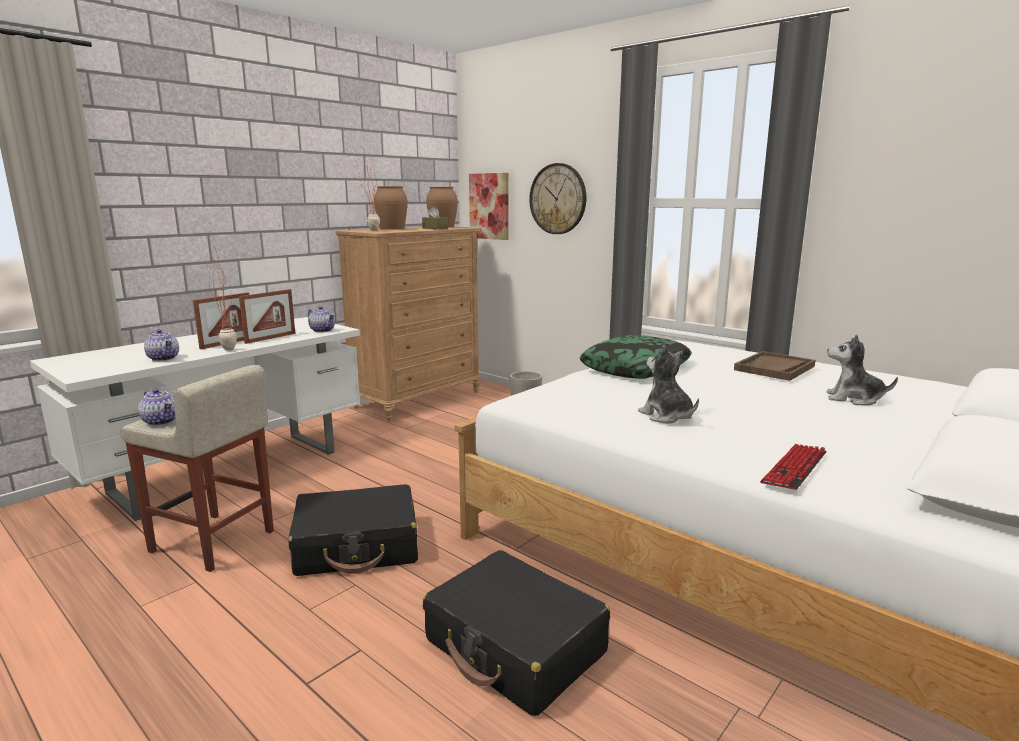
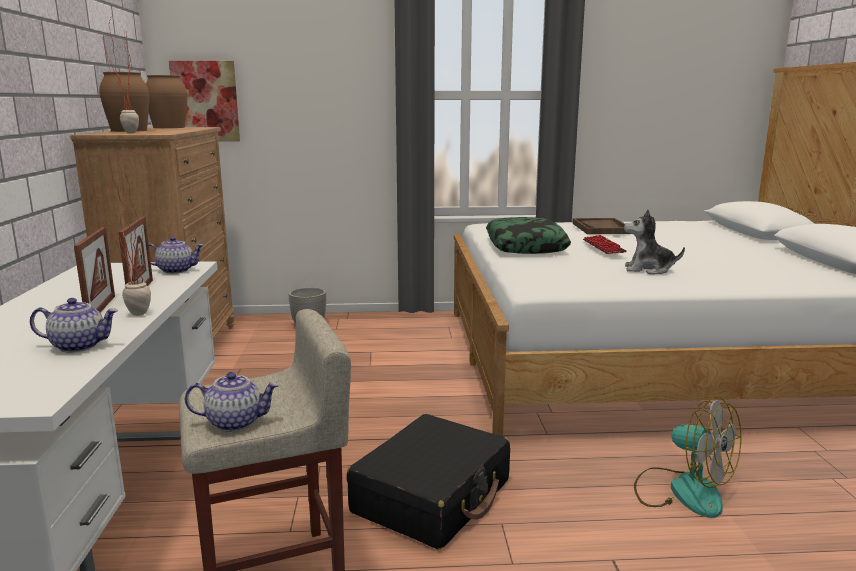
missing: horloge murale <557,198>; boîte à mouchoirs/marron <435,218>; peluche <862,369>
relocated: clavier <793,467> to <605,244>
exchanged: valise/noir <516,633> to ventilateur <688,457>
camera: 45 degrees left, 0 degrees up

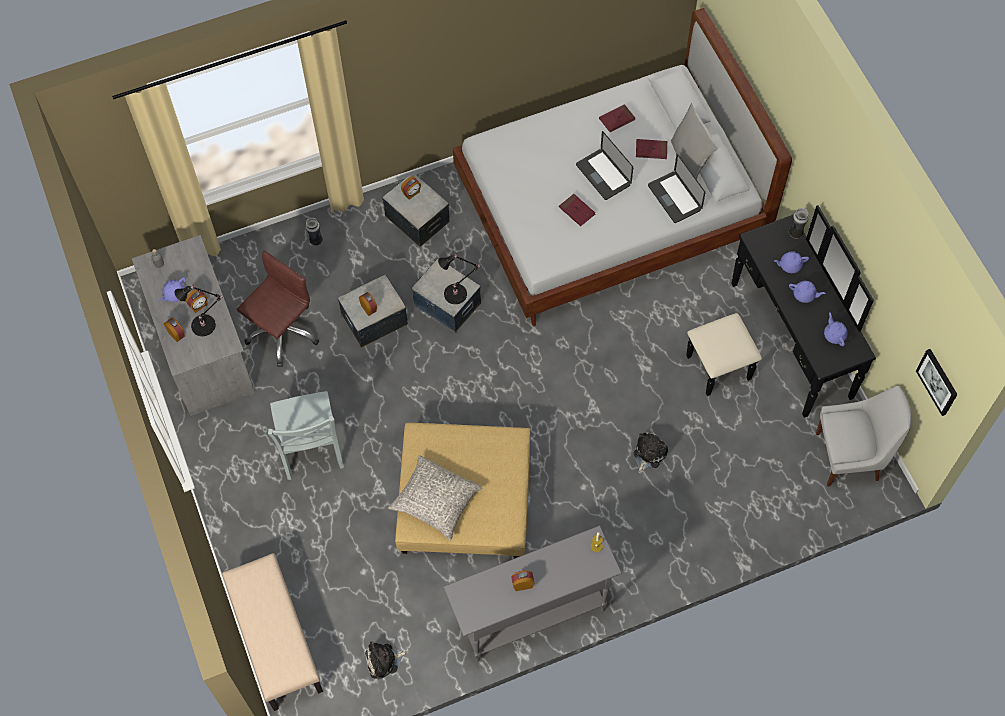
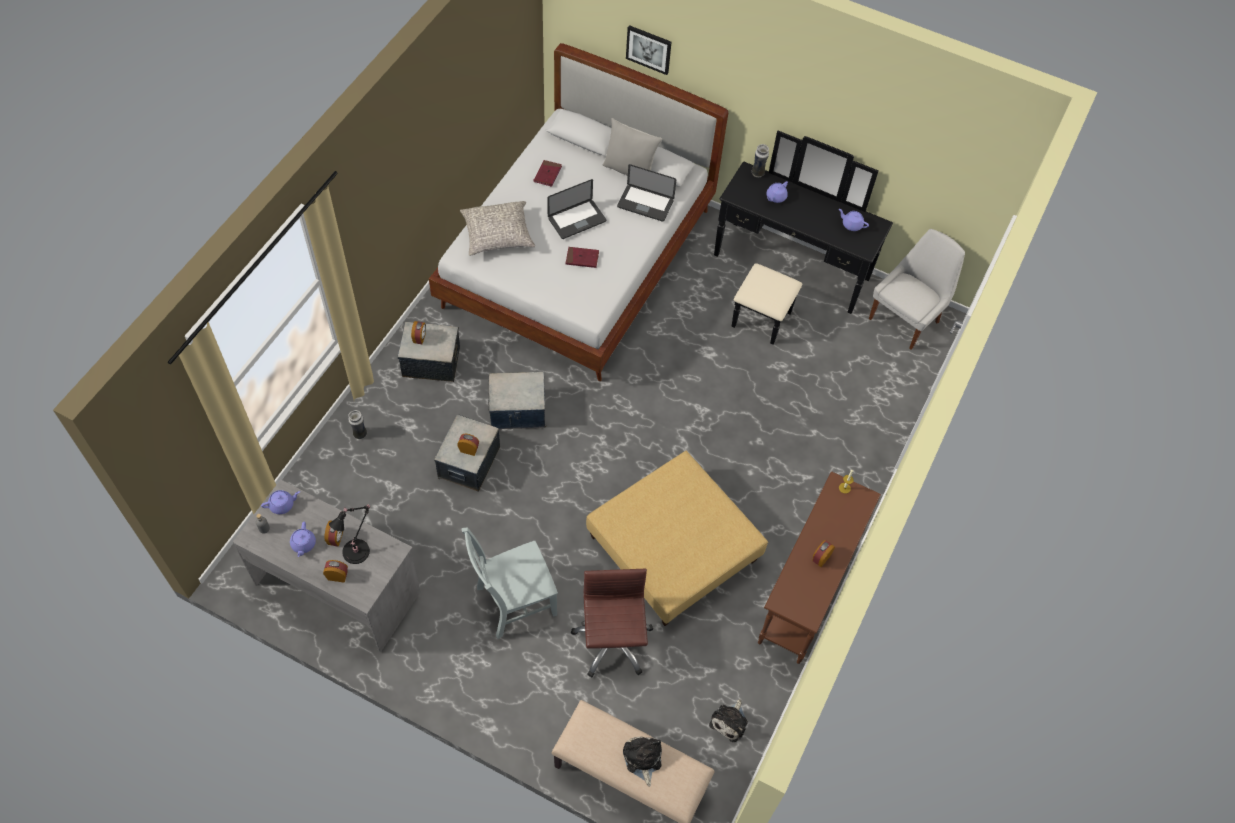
missing: livre/rouge <651,149>; lampe de table/noir <459,279>
relocated: chaise de bureau/marron <278,309> to <612,623>; théière/violet <807,292> to <280,502>; tableau <937,382> to <648,50>; peluche <650,453> to <642,762>; coussin/gris <435,498> to <497,228>
colour: table console/gris <532,593> to table console/marron <819,567>
spun: ordinateur portable <604,165> = <576,209> 45 degrees counterclockwise; chaise/gris <306,435> = <510,583> 120 degrees clockwise
camera: 45 degrees left, 5 degrees down

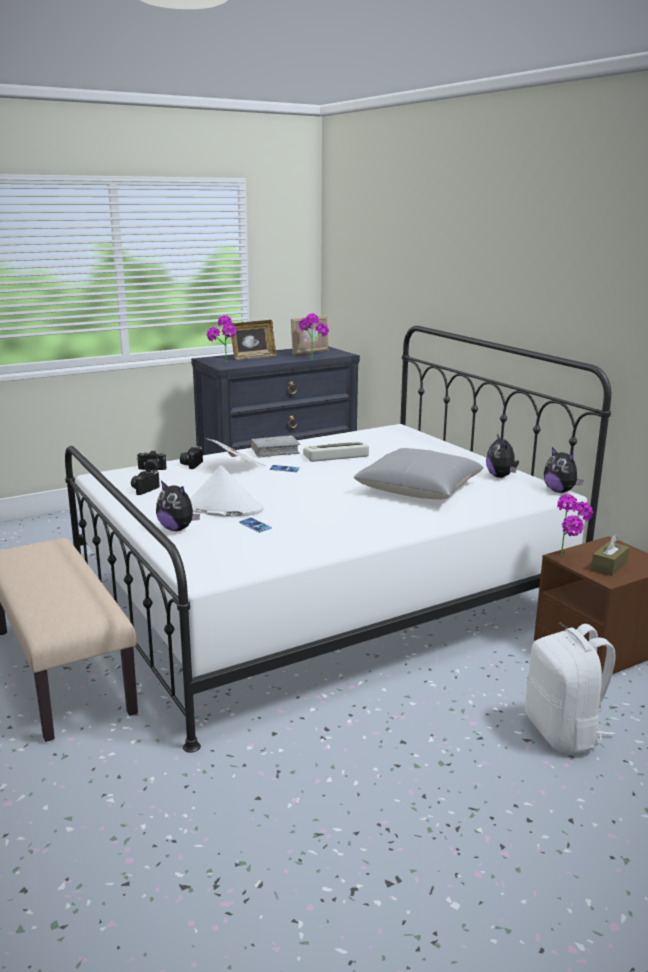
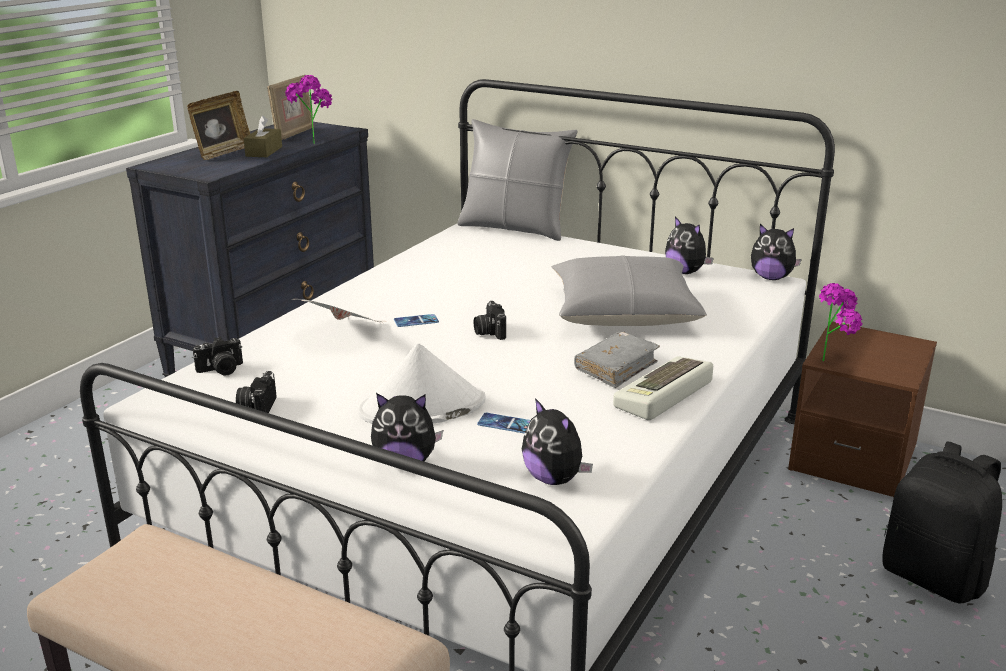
missing: plante en pot <222,338>
appeared: coussin/gris <517,180>; peluche <557,441>
relocated: livre/gris <275,446> to <617,359>; clavier <336,452> to <663,388>; appareil photo <191,457> to <490,320>; boîte à mouchoirs/marron <610,555> to <263,136>
colour: sac à dos/blanc <570,689> to sac à dos/noir <942,522>
camera: 30 degrees left, 5 degrees up

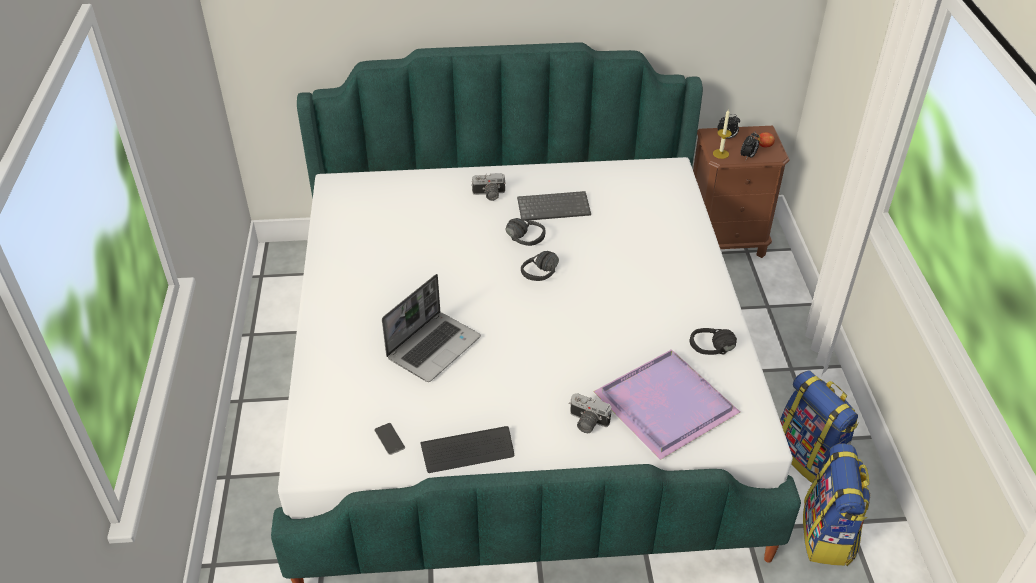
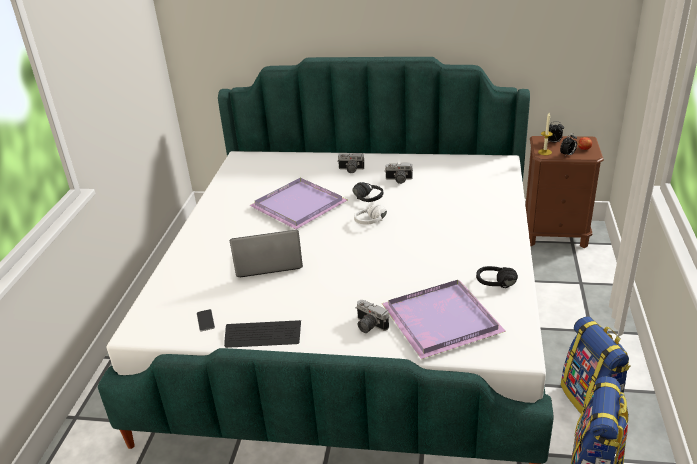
appeared: plateau/violet <298,203>
exchanged: clavier <554,206> to appareil photo <399,173>
colour: casque audio/noir <540,266> to casque audio/blanc <370,214>
spun: ordinateur portable <431,328> = <266,253> 150 degrees counterclockwise
camera: 15 degrees right, 10 degrees down

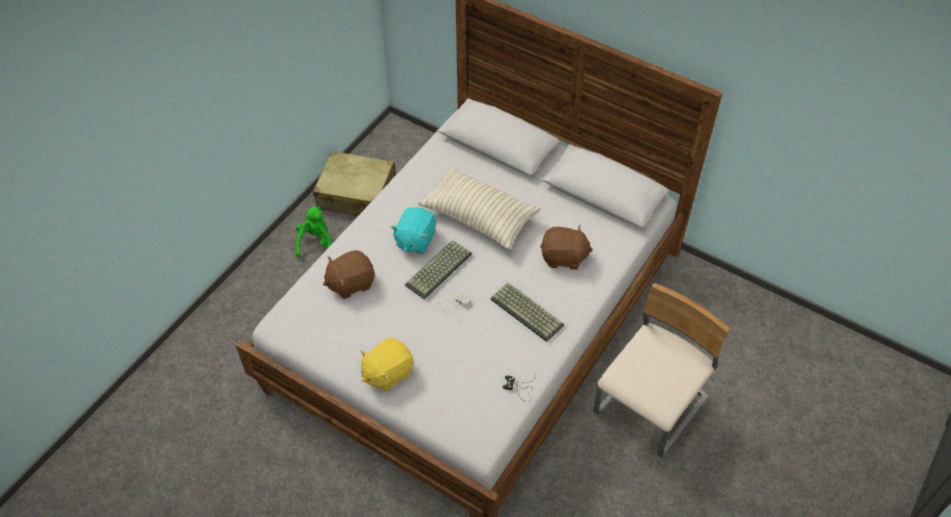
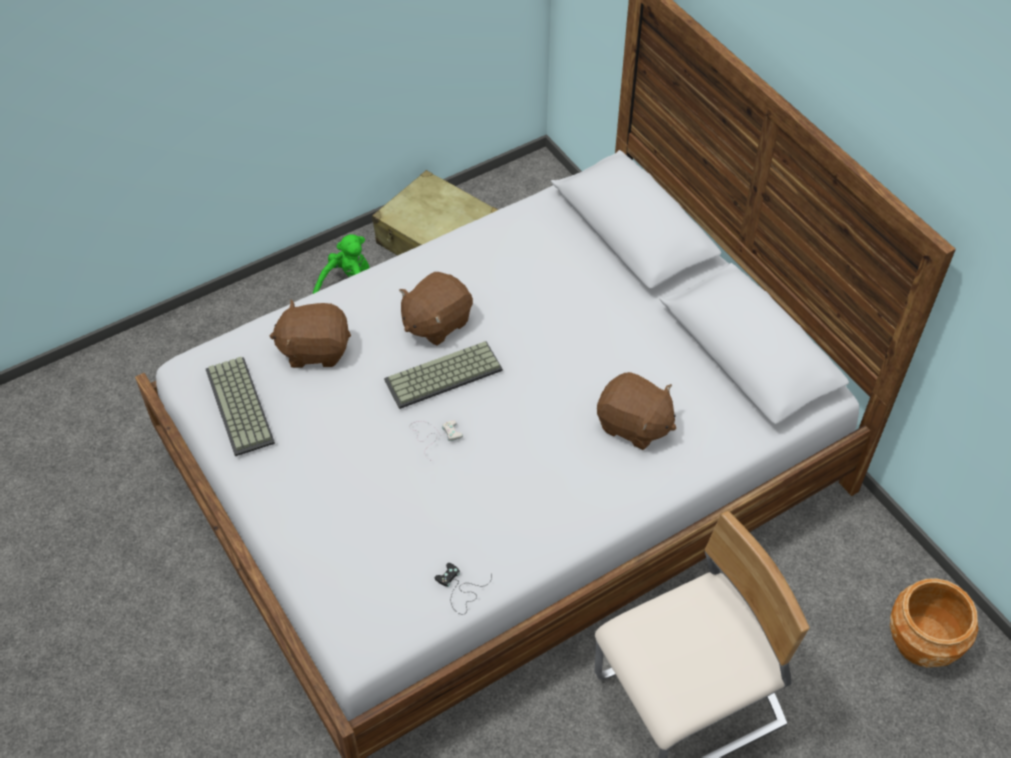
missing: coussin <479,208>; peluche/jaune <387,365>
appeared: cache-pot/marron <934,623>
relocated: clavier <527,312> to <240,406>
colour: peluche/turquoise <413,230> to peluche/marron <436,309>
camera: 25 degrees right, 0 degrees up

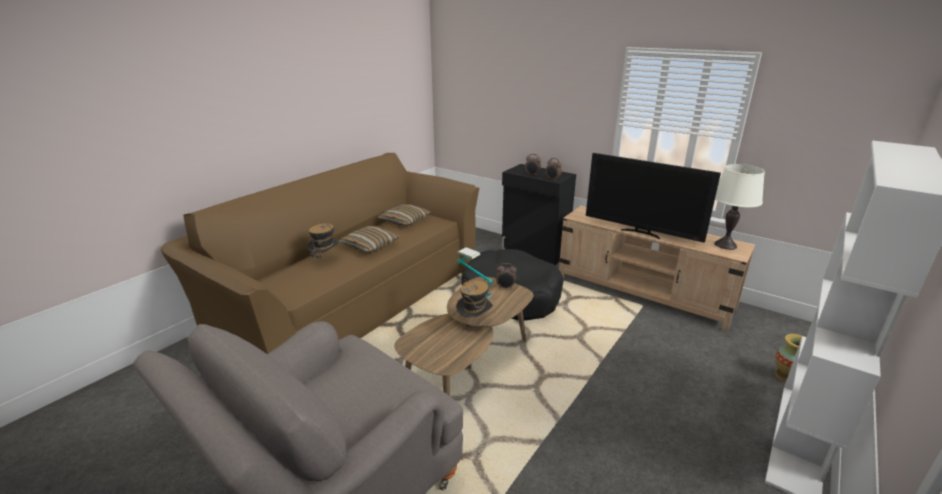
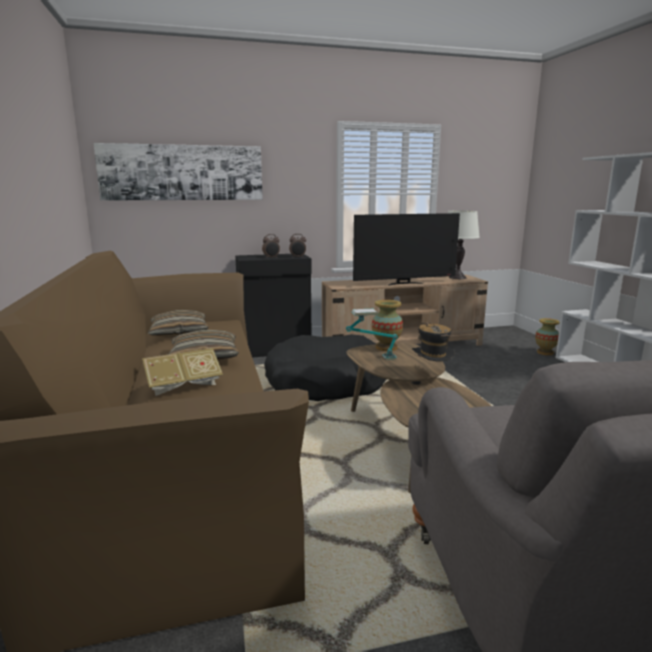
appeared: tableau <178,172>
exchanged: chapeau <323,244> to livre <182,372>; réveil <506,276> to vase <387,325>
camera: 50 degrees left, 10 degrees down

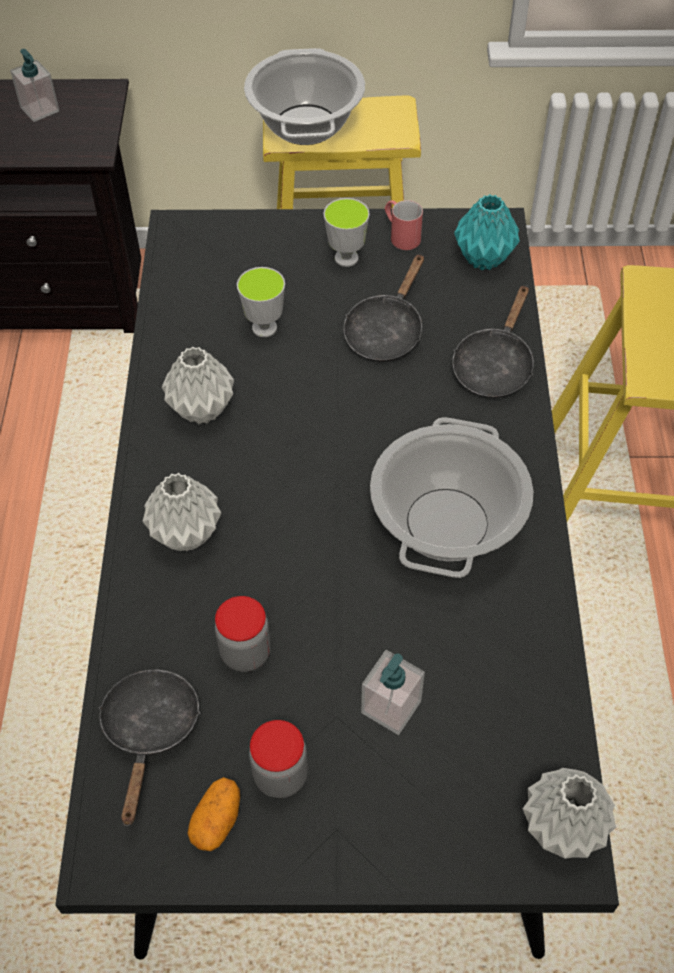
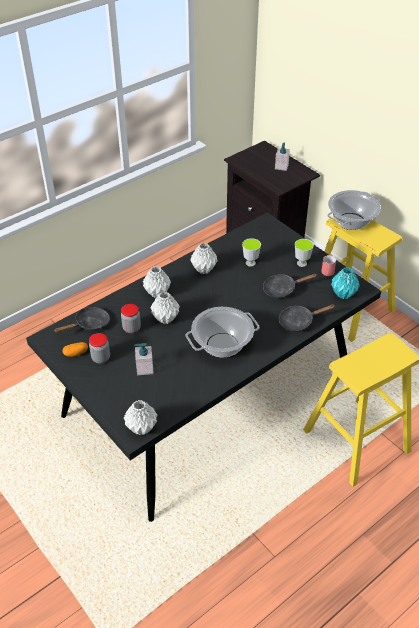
appeared: vase/gris <165,307>
camera: 50 degrees right, 10 degrees down

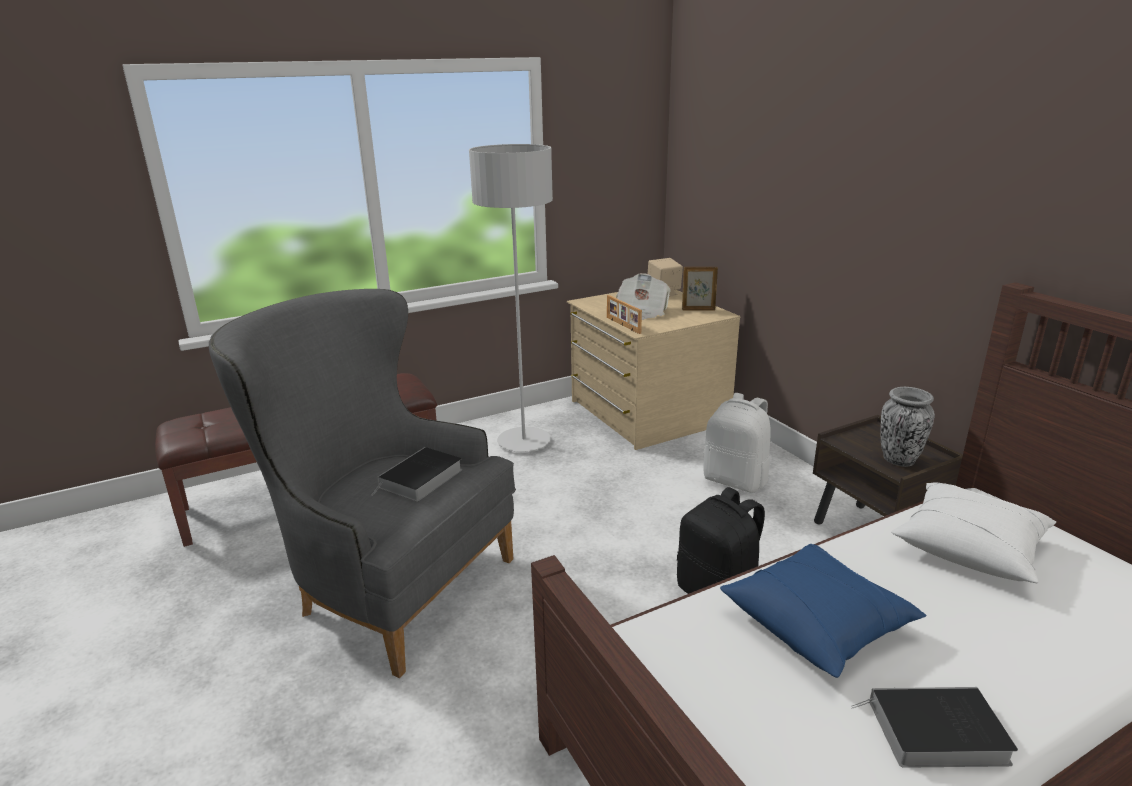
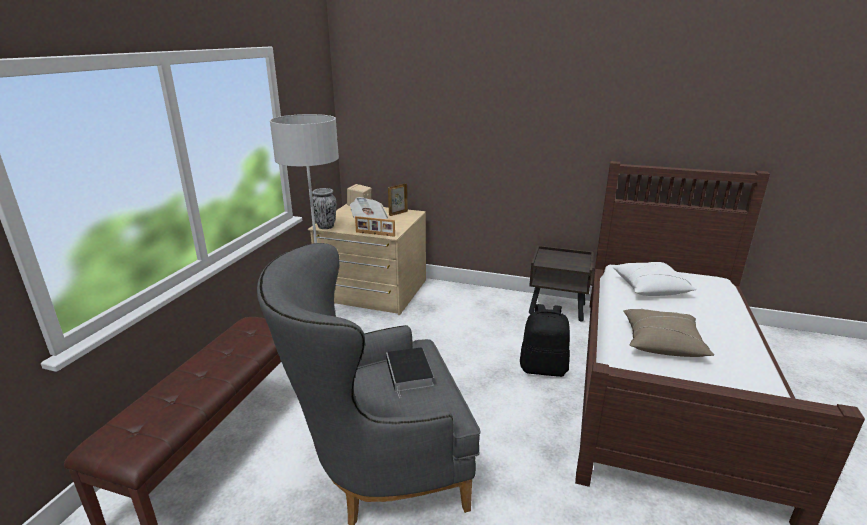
missing: sac à dos/blanc <736,442>; livre <934,727>
relocated: vase <908,427> to <324,208>
colour: coussin/bleu <823,611> to coussin/beige <668,333>
camera: 45 degrees left, 0 degrees up

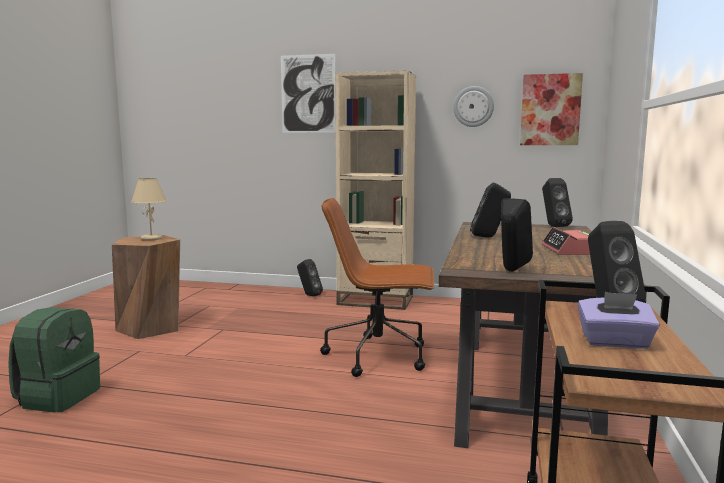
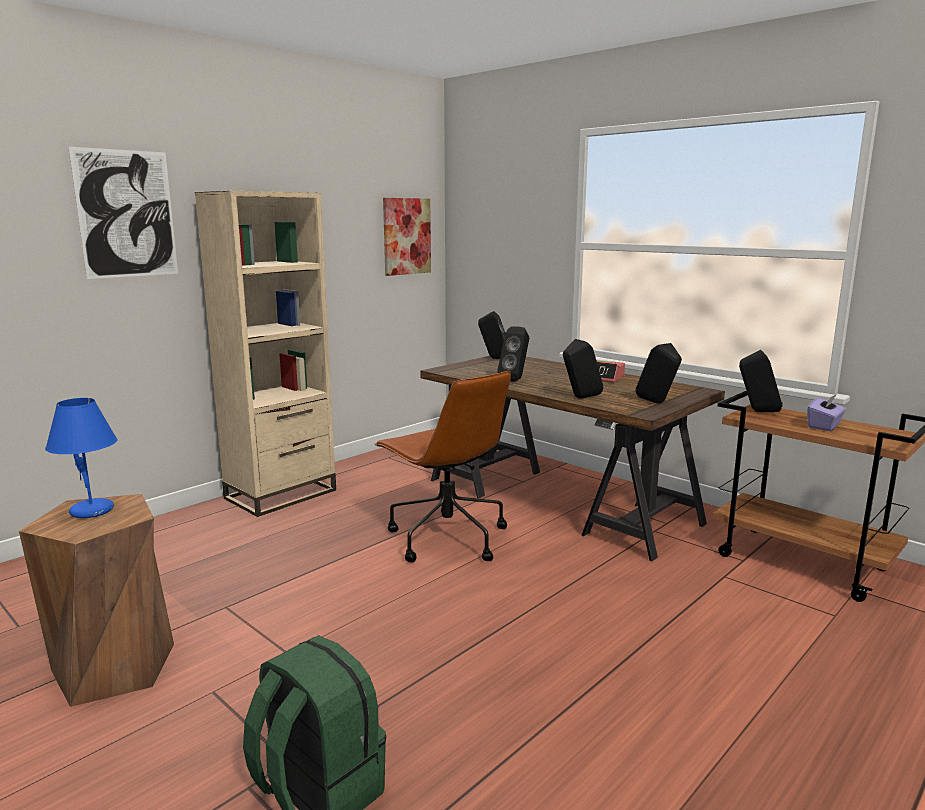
missing: horloge murale <473,106>
relocated: enceinte/noir <310,277> to <583,369>
colour: lampe de table/beige <149,209> to lampe de table/bleu <81,458>
spun: chaise de bureau/marron <377,287> = <443,467> 75 degrees counterclockwise
camera: 60 degrees left, 5 degrees up

